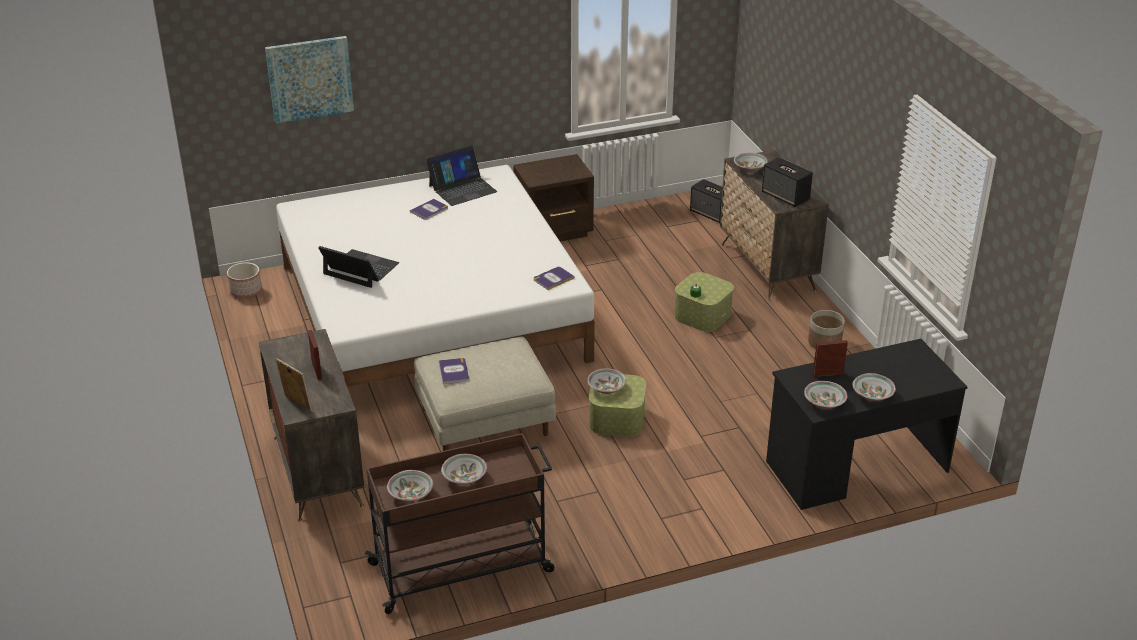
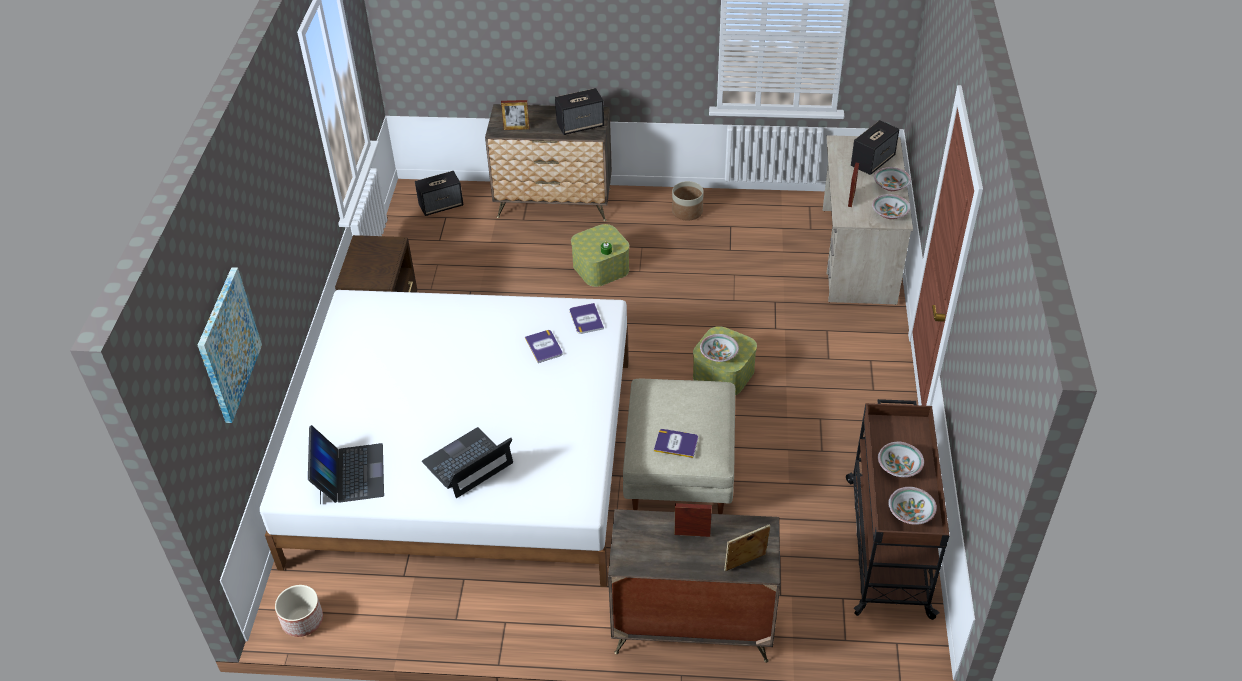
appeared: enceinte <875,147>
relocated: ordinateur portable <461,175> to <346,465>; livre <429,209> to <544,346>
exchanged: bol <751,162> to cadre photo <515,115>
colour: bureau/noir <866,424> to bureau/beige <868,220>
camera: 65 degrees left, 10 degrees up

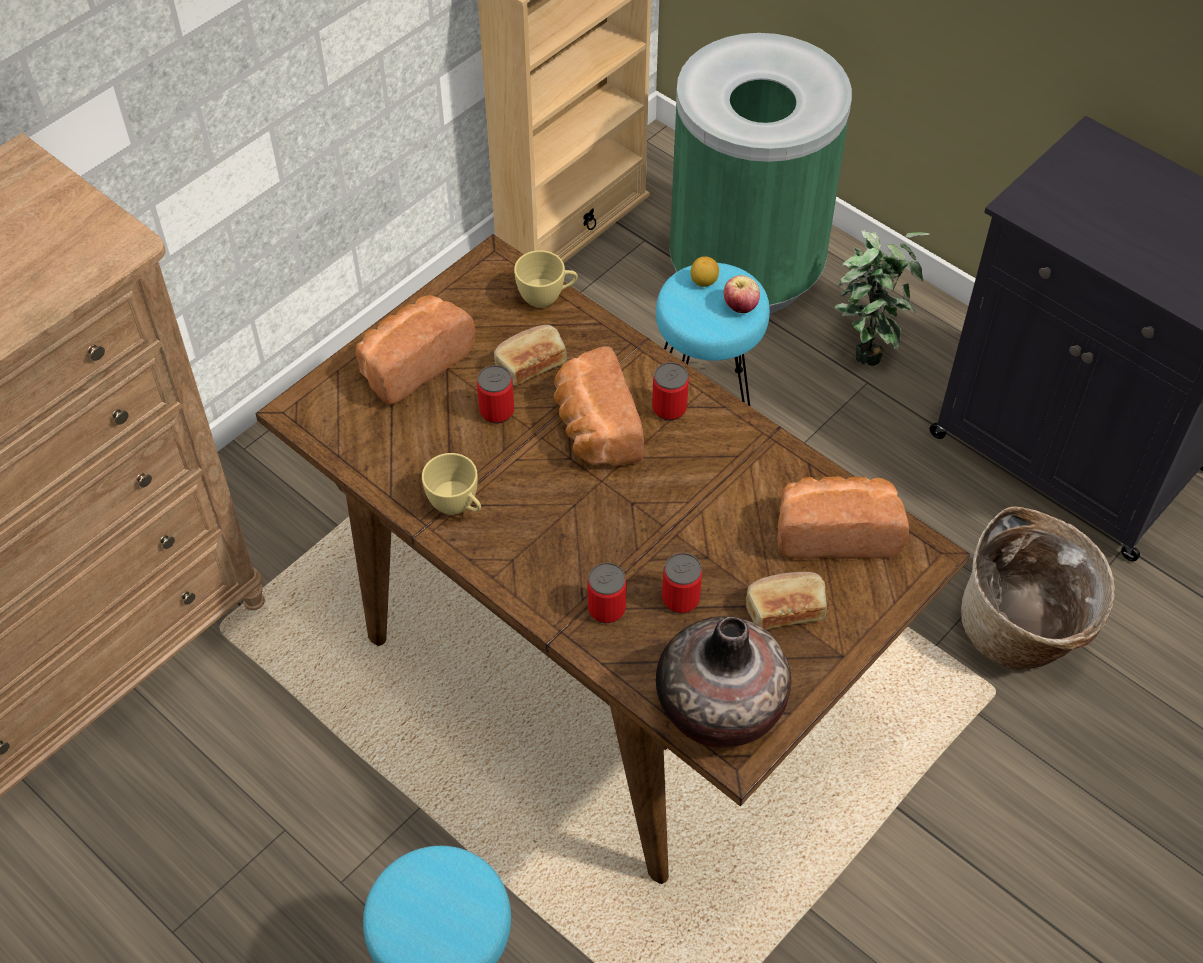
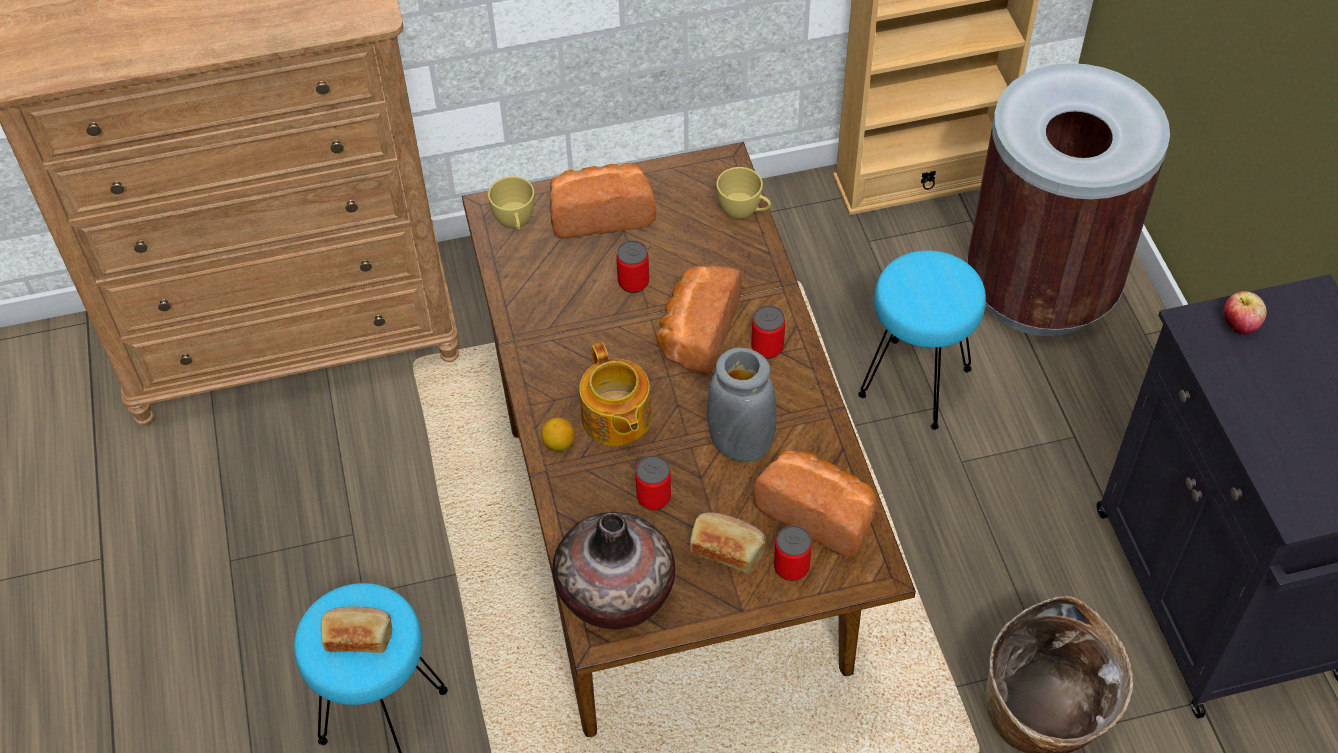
missing: plante en pot <882,298>
appeared: théière <615,394>; vase/gris <742,404>
relocated: citron <705,271> to <558,434>; pomme <742,294> to <1245,313>; pain <530,355> to <356,629>; tasse/jaune <451,484> to <511,203>; boîte métallique <606,593> to <793,553>
colour: poubelle/vert <760,173> to poubelle/marron <1068,199>
camera: 35 degrees right, 0 degrees up

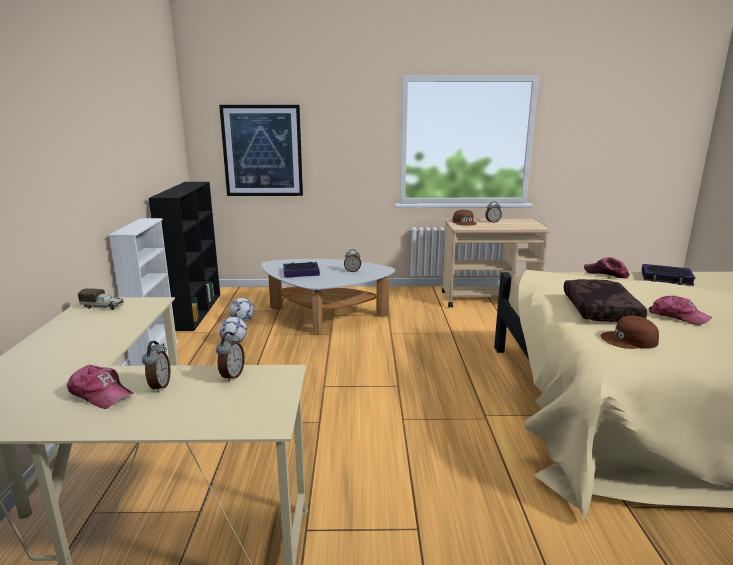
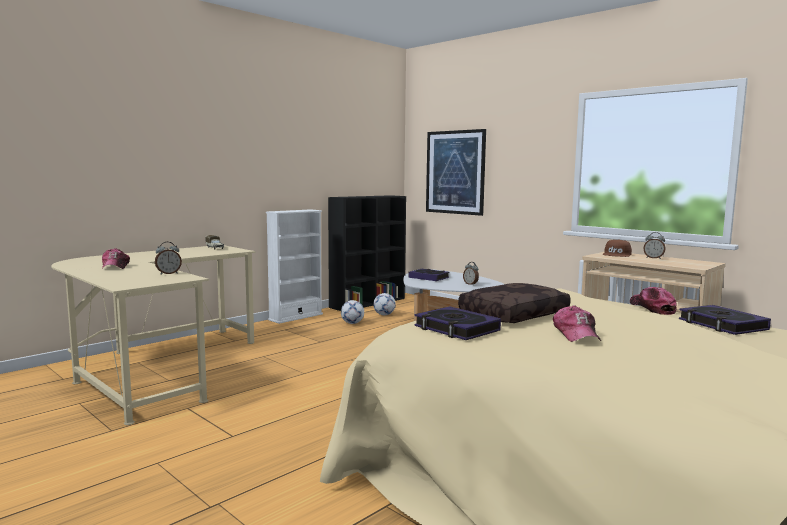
missing: réveil <156,367>
exchanged: casquette/marron <629,332> to livre <457,323>
camera: 45 degrees right, 10 degrees down

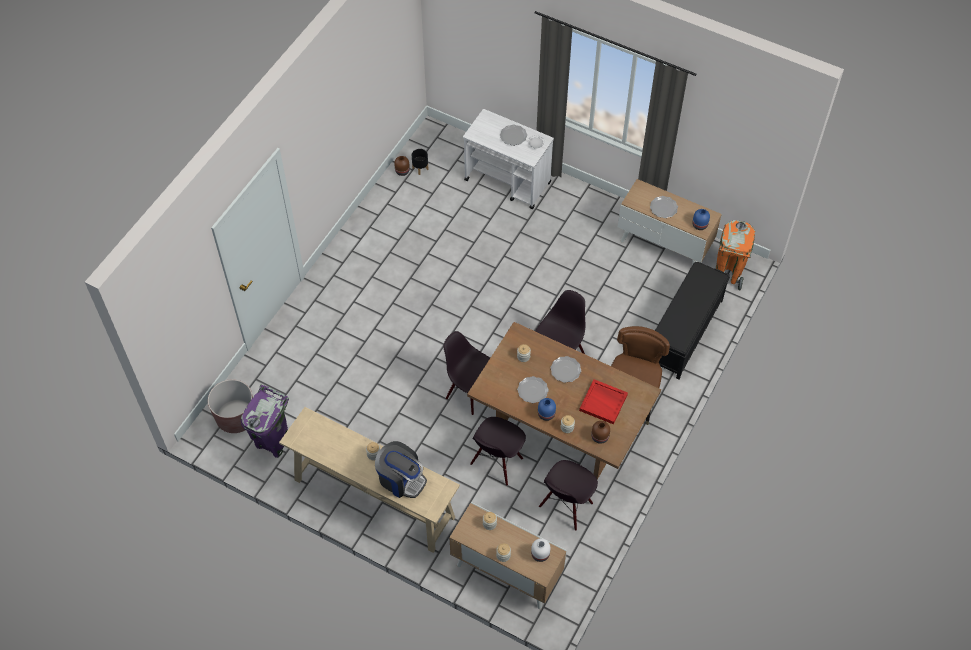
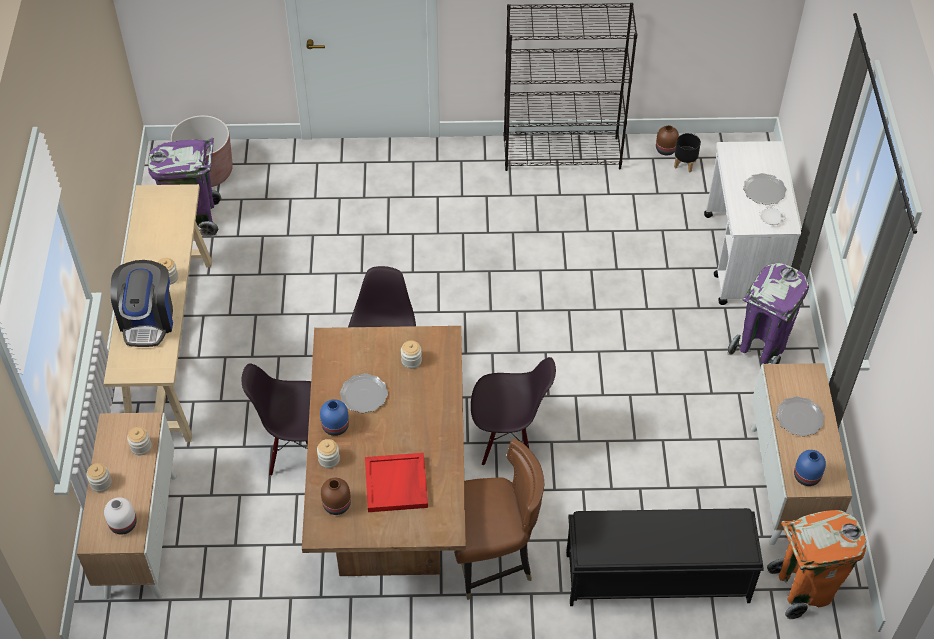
missing: assiette <565,369>; chaise/noir <568,495>
appeared: bibliothèque/noir <570,87>; poubelle/violet <768,313>
camera: 60 degrees right, 5 degrees down

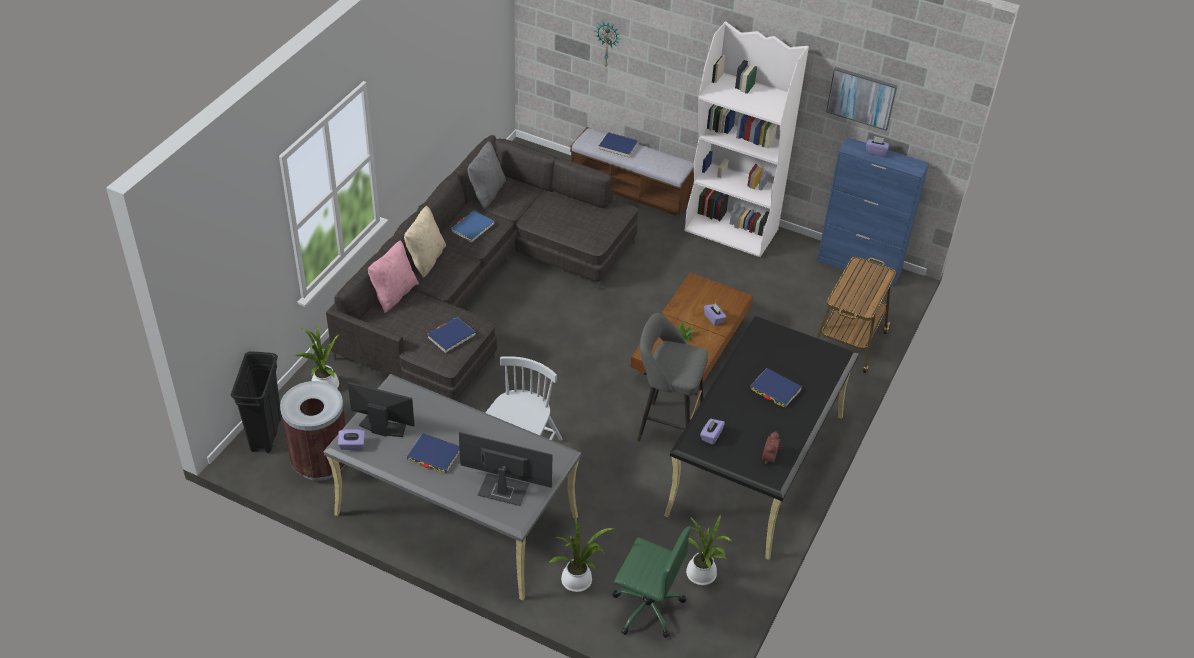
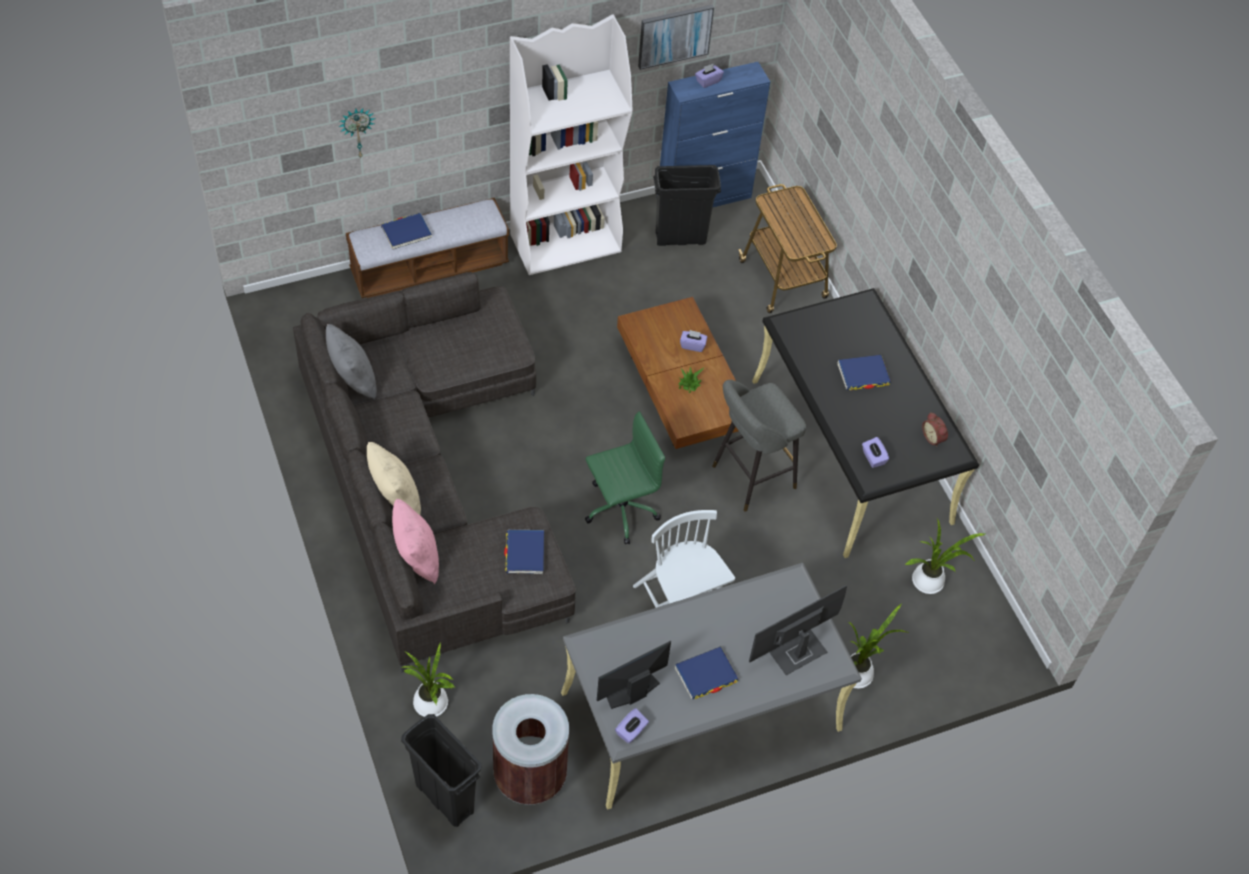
missing: livre/bleu <472,227>
appeared: poubelle/noir <687,205>
relocated: chaise de bureau/vert <652,582> to <625,477>
camera: 50 degrees left, 10 degrees up

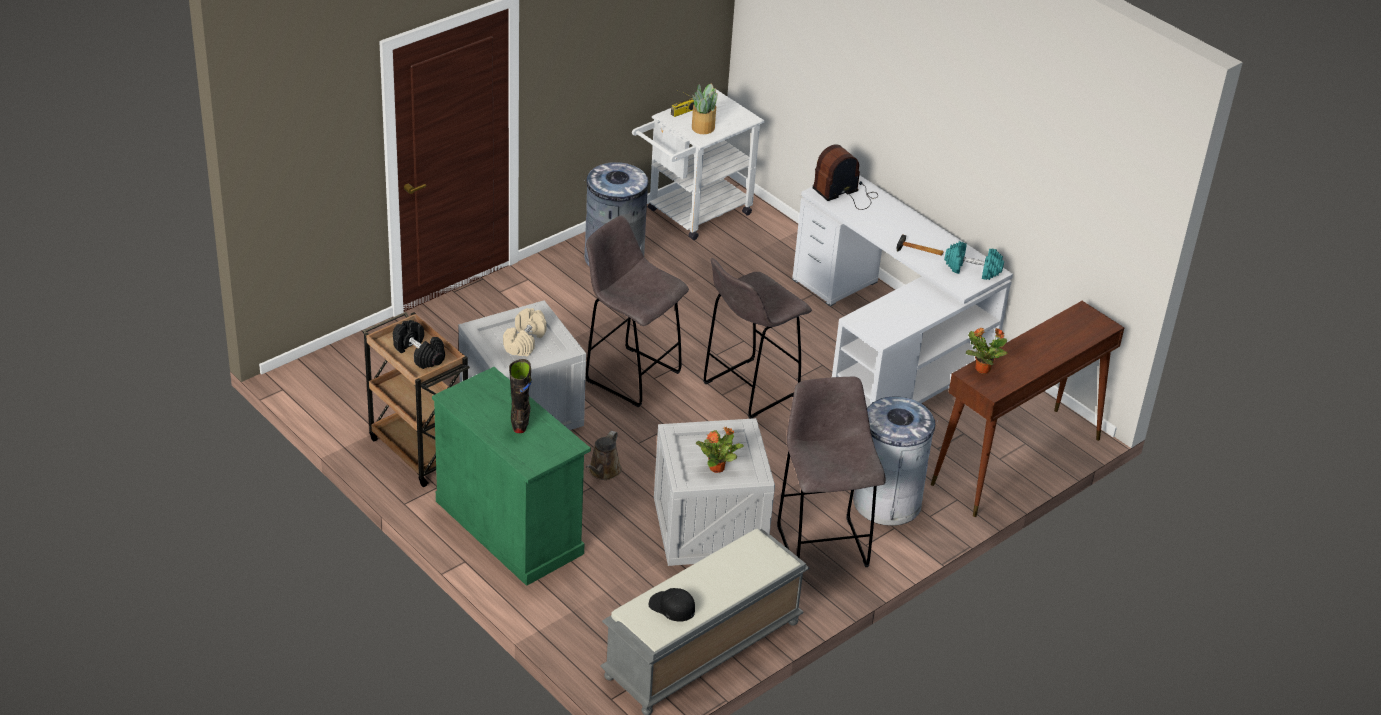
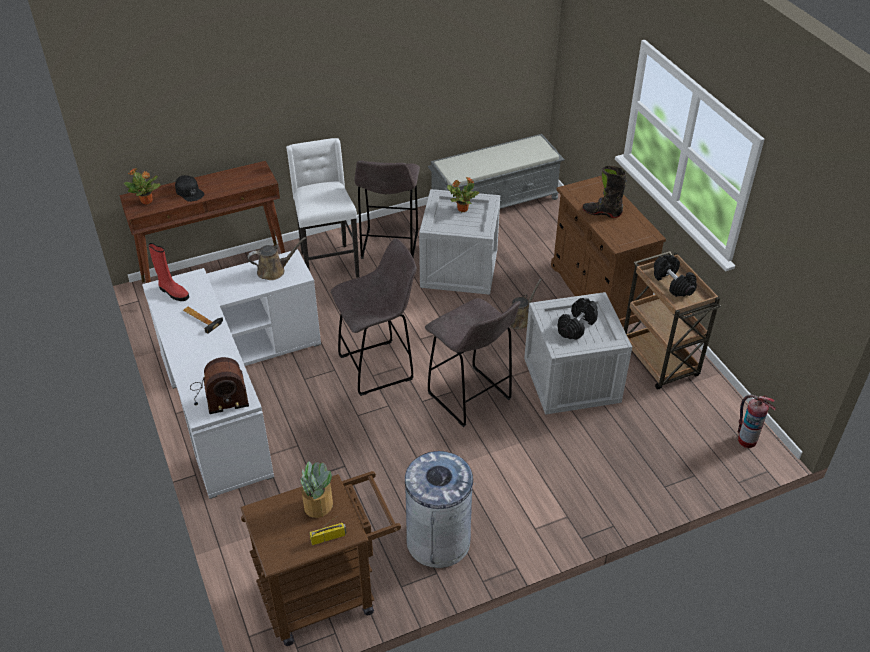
appeared: arrosoir/marron <277,258>; extincteur <757,421>
relocated: plante en pot <987,351> to <142,187>; casquette/noir <672,605> to <190,188>
exchanged: haltère/turquoise <974,260> to botte/rouge <168,272>; poubelle/gris <895,461> to tabouret/blanc <322,208>
colour: chariot/blanc <698,164> to chariot/marron <320,558>; haltère/beige <525,332> to haltère/noir <578,319>; meuble de rangement/vert <511,476> to meuble de rangement/marron <608,251>
spun: botte/noir <520,396> = <604,192> 90 degrees clockwise
camera: 160 degrees left, 5 degrees up

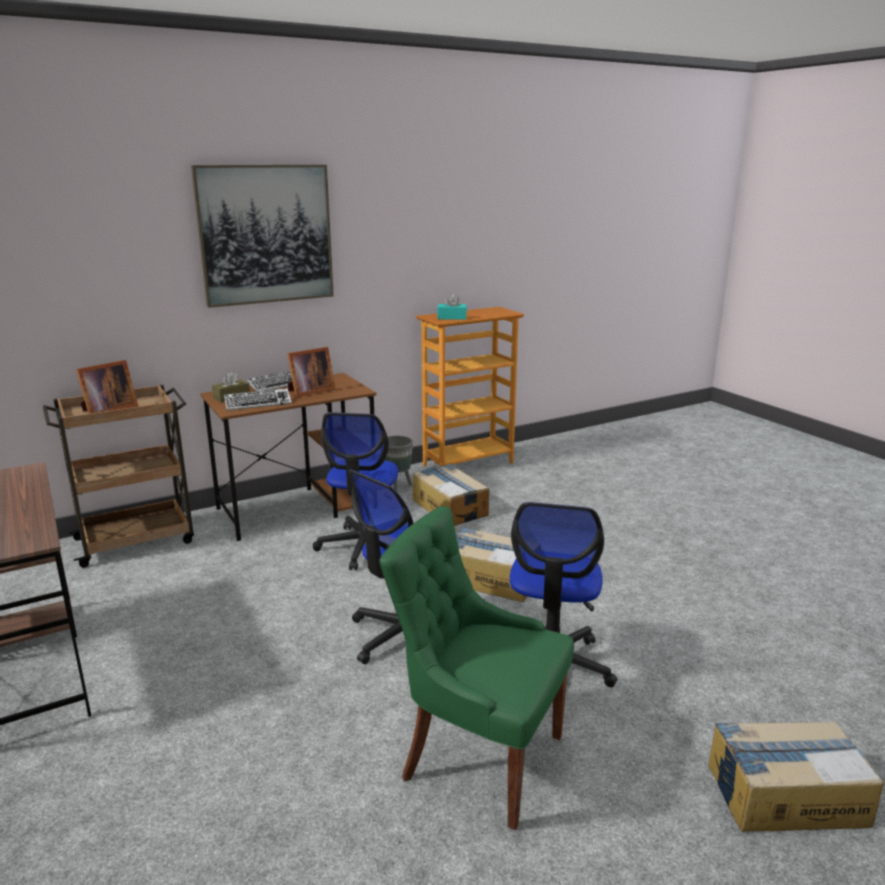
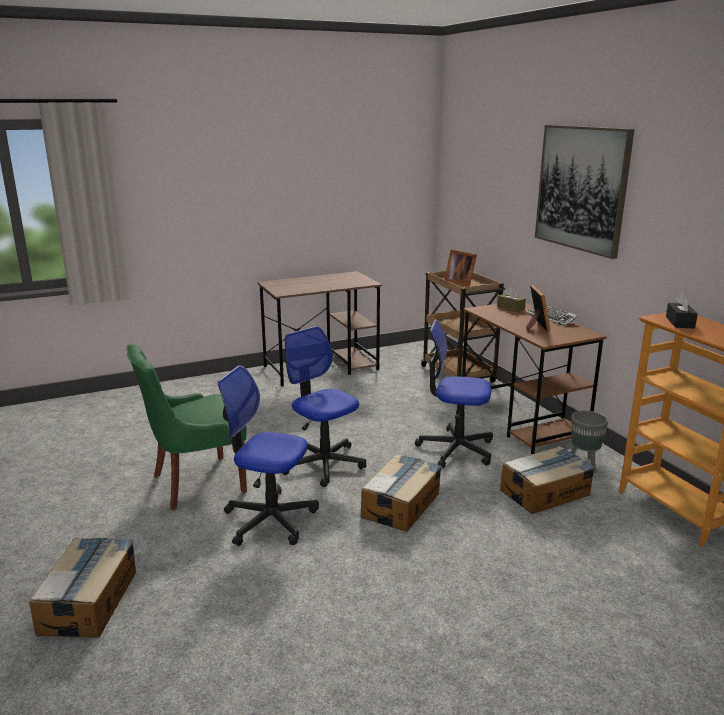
missing: clavier <258,399>
colour: boîte à mouchoirs/turquoise <452,307> to boîte à mouchoirs/noir <682,310>
spun: cadre photo <311,372> = <538,308> 150 degrees counterclockwise; chaise/vert <476,668> = <187,427> 150 degrees counterclockwise
camera: 95 degrees right, 0 degrees up

